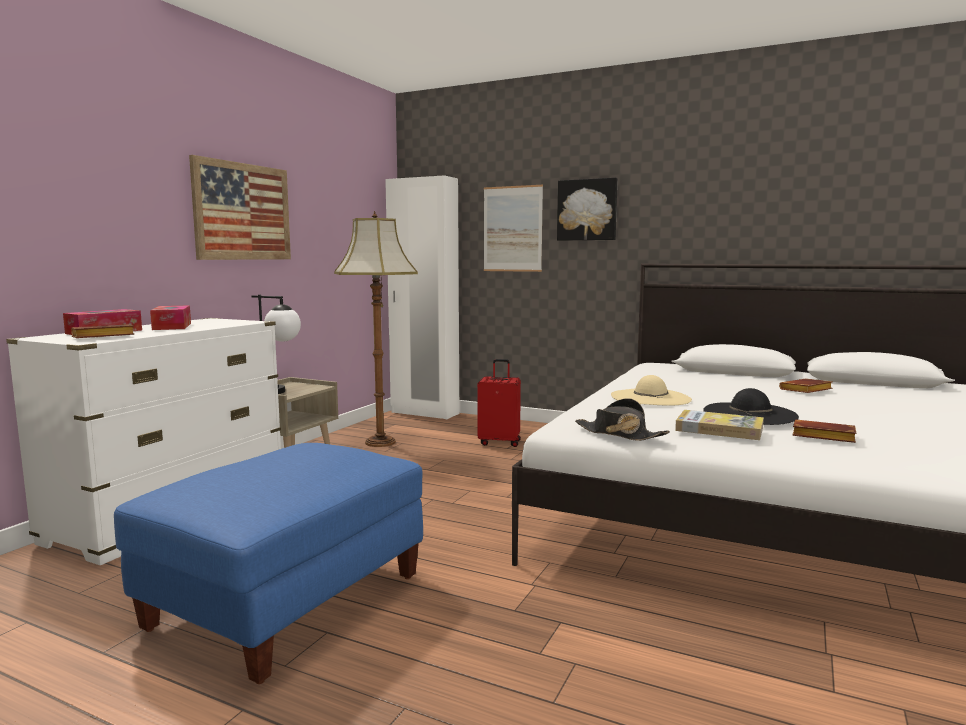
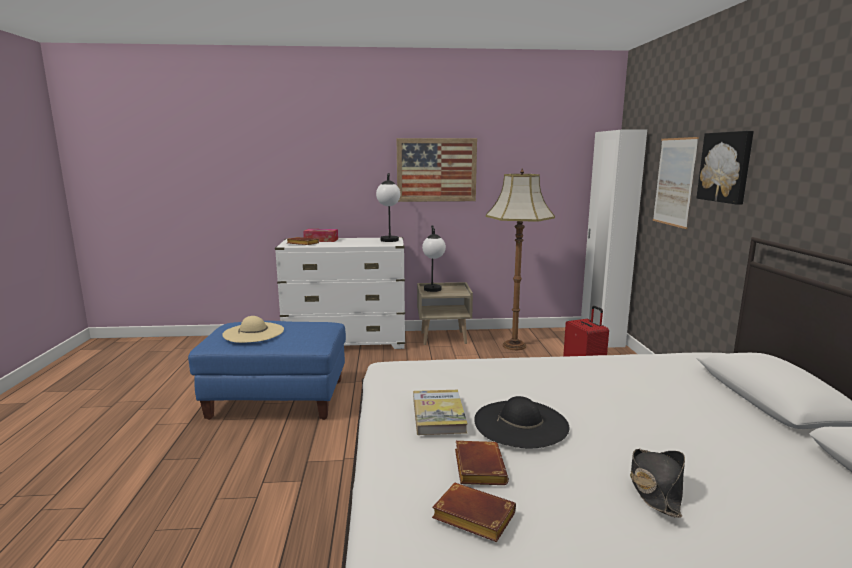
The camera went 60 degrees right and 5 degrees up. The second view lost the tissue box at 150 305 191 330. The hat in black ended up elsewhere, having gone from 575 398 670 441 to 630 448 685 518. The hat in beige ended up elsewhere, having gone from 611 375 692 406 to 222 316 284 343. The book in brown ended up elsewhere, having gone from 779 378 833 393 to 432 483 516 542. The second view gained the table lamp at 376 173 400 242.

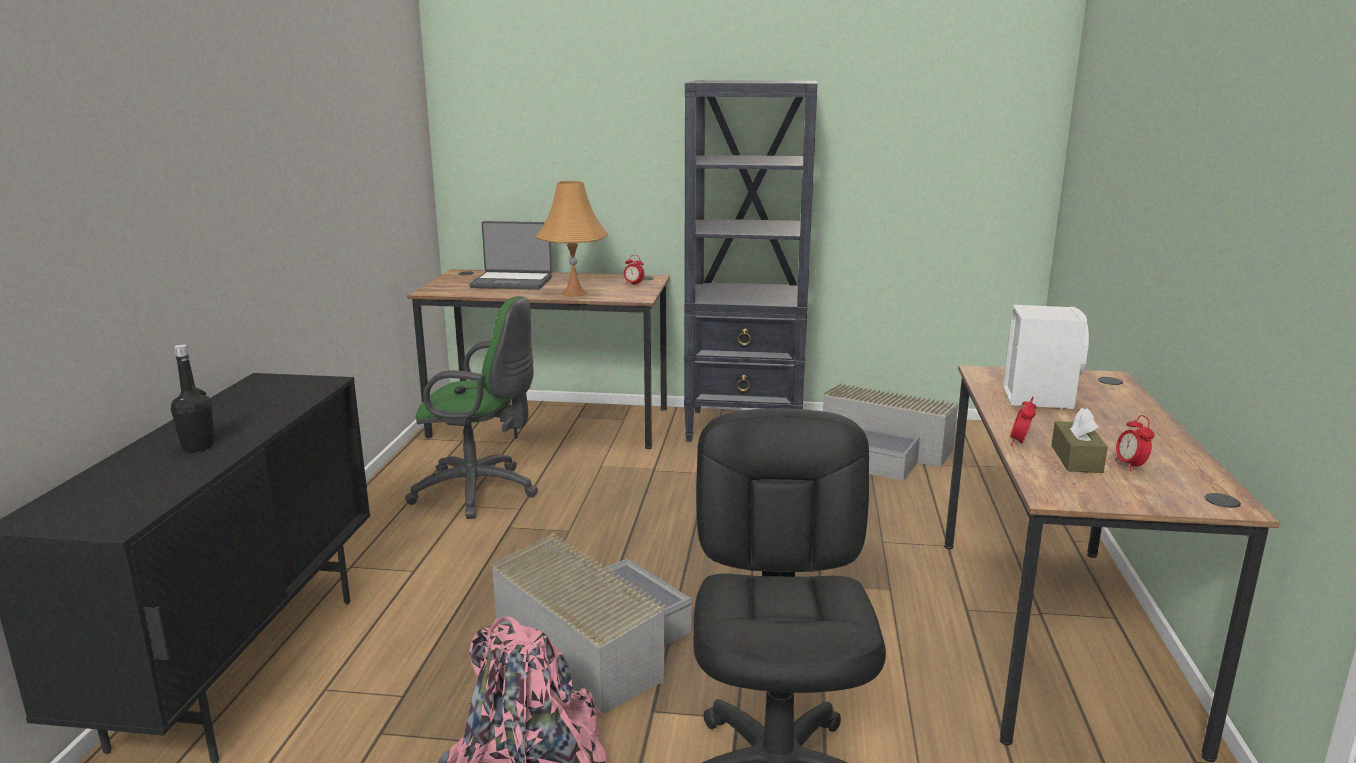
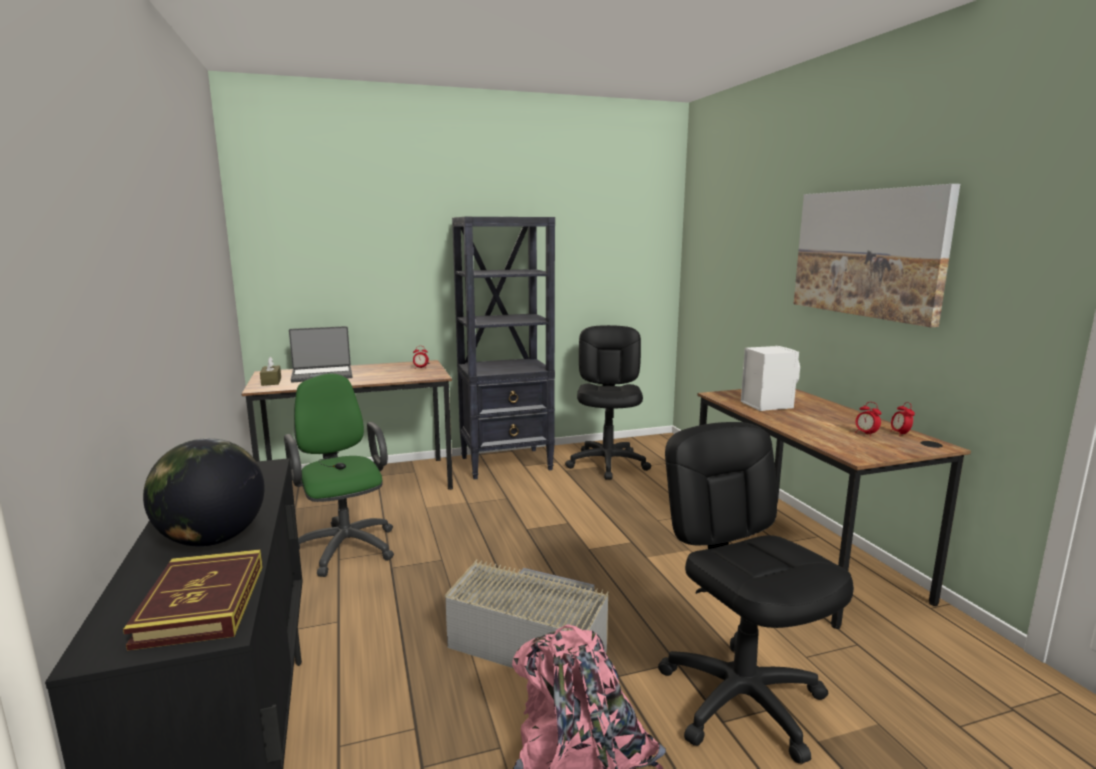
The camera went 25 degrees left and 5 degrees down. Where the bottle in black stood at 171 344 215 452, the globe came to stand at 143 438 265 546. The office chair in green at 405 296 538 519 ended up facing another way, 105 degrees counterclockwise from before. The second view lost the table lamp in orange at 536 181 608 297. Where the storage box in grey stood at 823 383 958 481, the office chair in black came to stand at 565 325 651 480. The alarm clock ended up elsewhere, having gone from 1010 396 1036 446 to 891 402 915 434. The tissue box in brown ended up elsewhere, having gone from 1051 408 1108 473 to 260 356 281 386. The second view gained the book at 123 550 263 651. The second view gained the picture at 794 184 960 327.

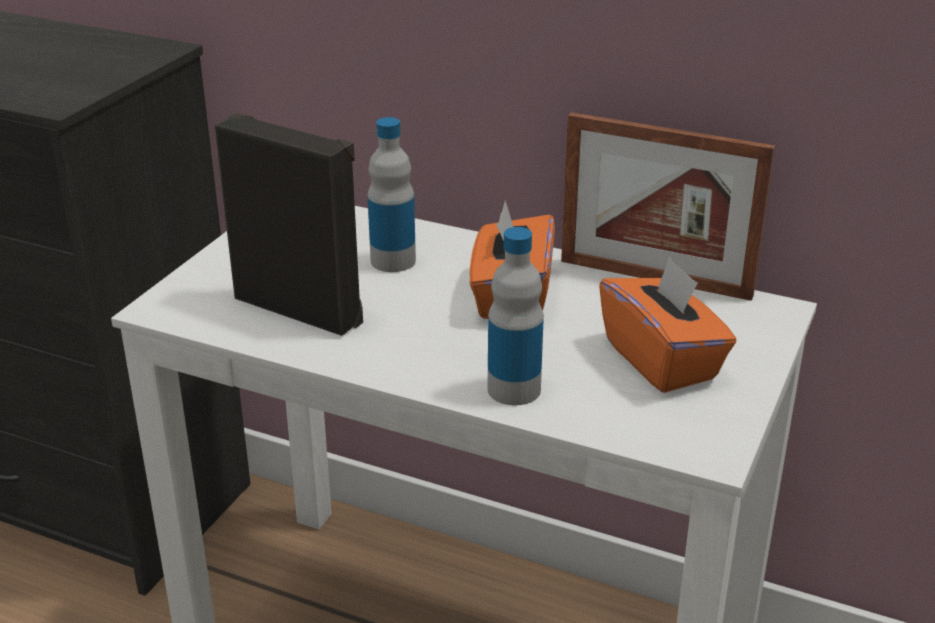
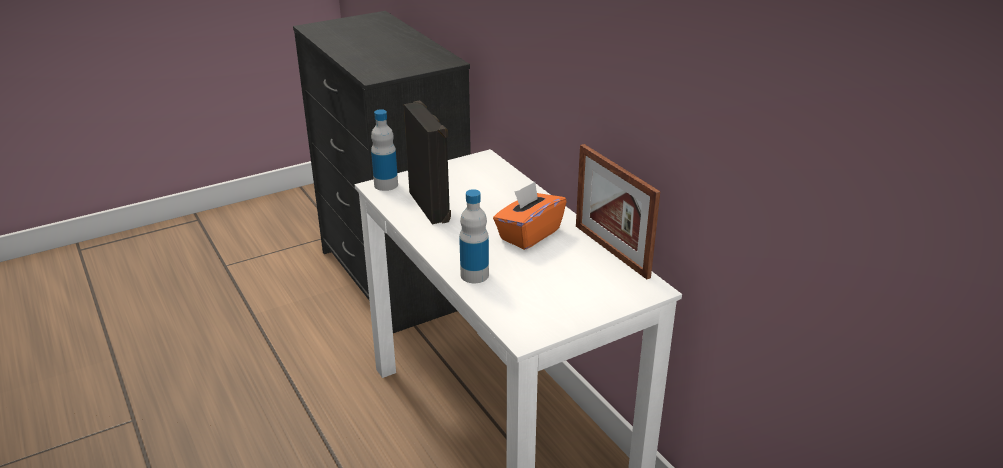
The camera went 35 degrees right and 0 degrees up. The bottle ended up elsewhere, having gone from 367 117 416 272 to 371 109 398 191. The second view lost the tissue box in orange at 599 257 737 393.

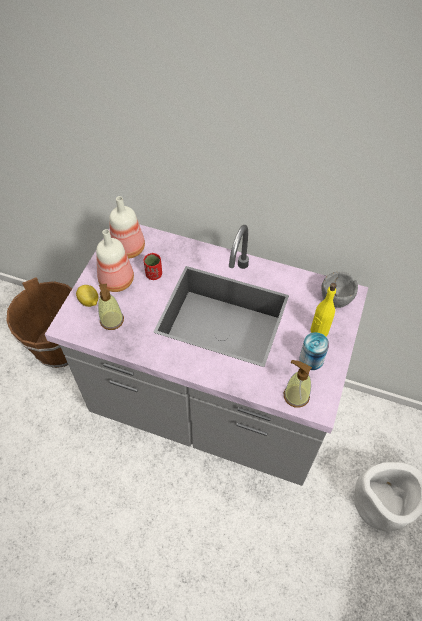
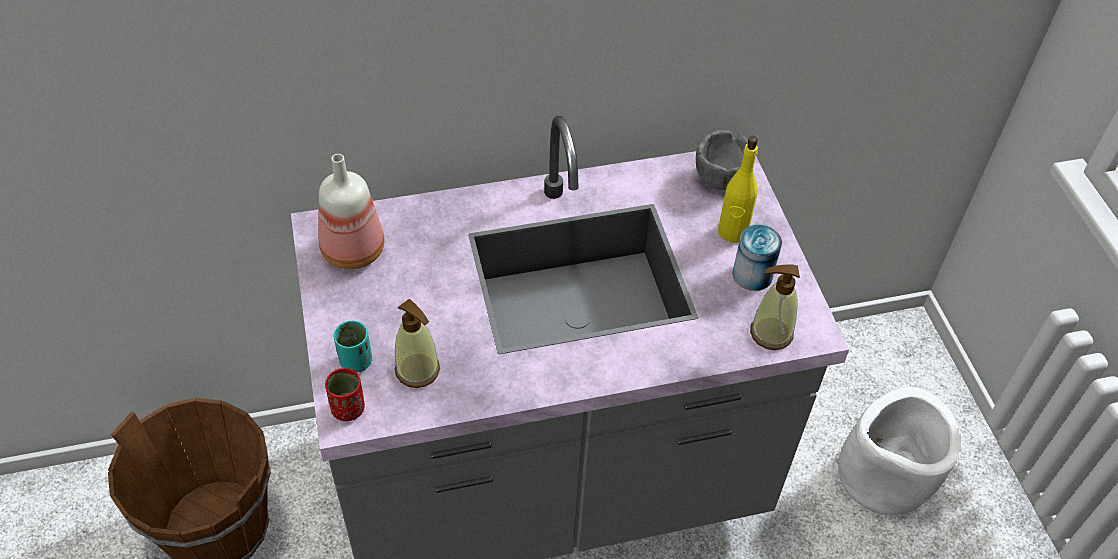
The camera went 35 degrees left and 5 degrees down. Where the lemon stood at 76 285 98 307, the cup in turquoise came to stand at 334 321 372 373. The second view lost the bottle at 96 229 134 292. The cup in red ended up elsewhere, having gone from 144 253 162 280 to 325 368 365 421.

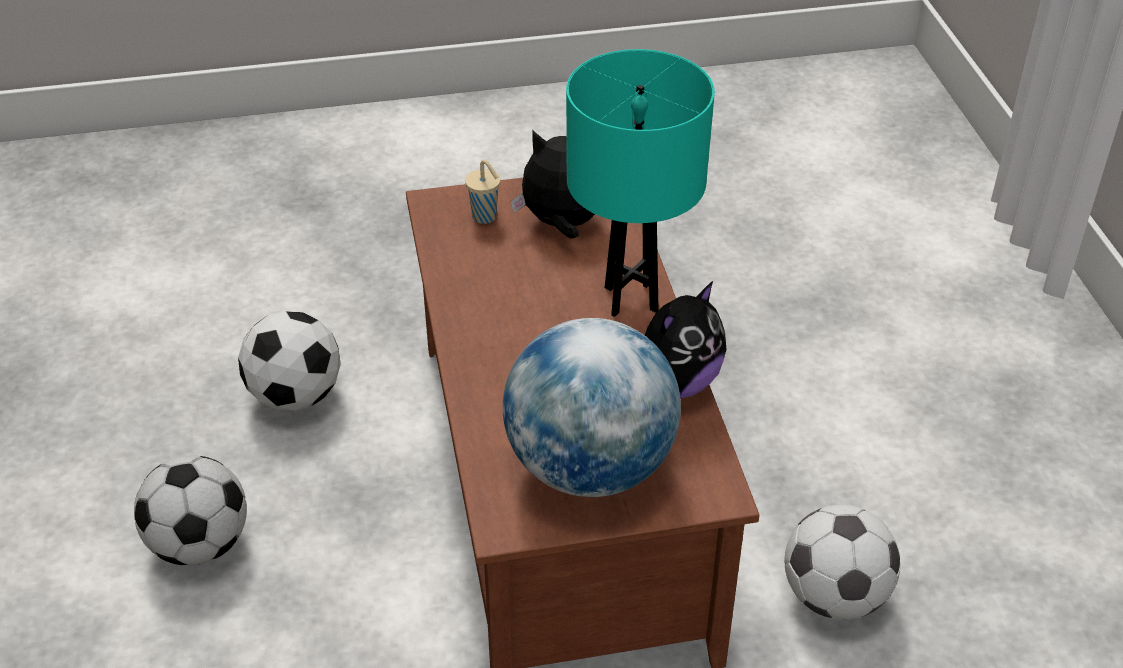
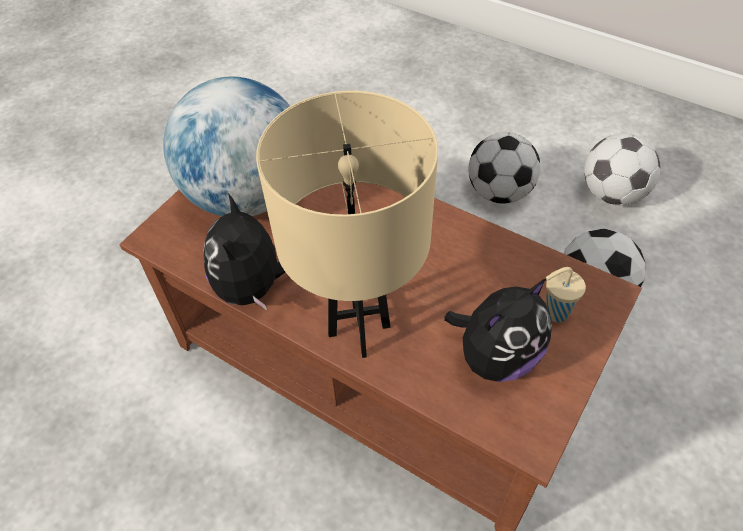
The camera went 135 degrees right and 10 degrees up. What was the table lamp in turquoise at 566 49 715 317 turned into the table lamp in beige at 256 91 438 358. The football ended up elsewhere, having gone from 784 505 901 620 to 584 133 660 205.

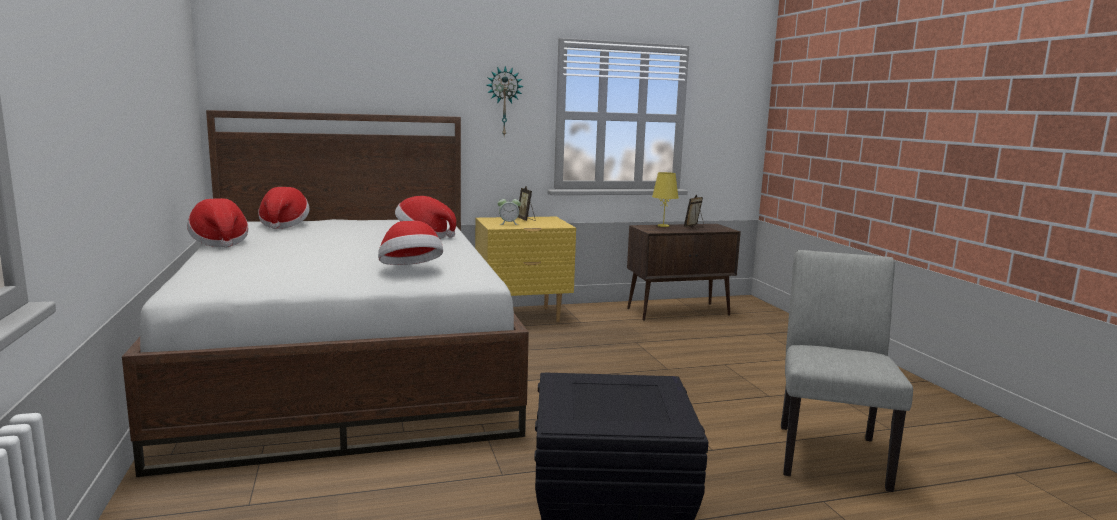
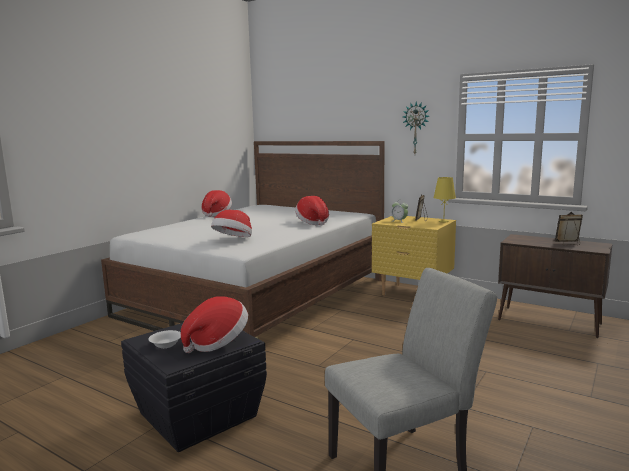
The camera went 50 degrees right and 0 degrees up. The hat ended up elsewhere, having gone from 258 187 310 229 to 181 296 248 353. The table lamp in yellow ended up elsewhere, having gone from 652 172 679 227 to 433 177 456 222. The second view gained the bowl in white at 149 330 181 348.

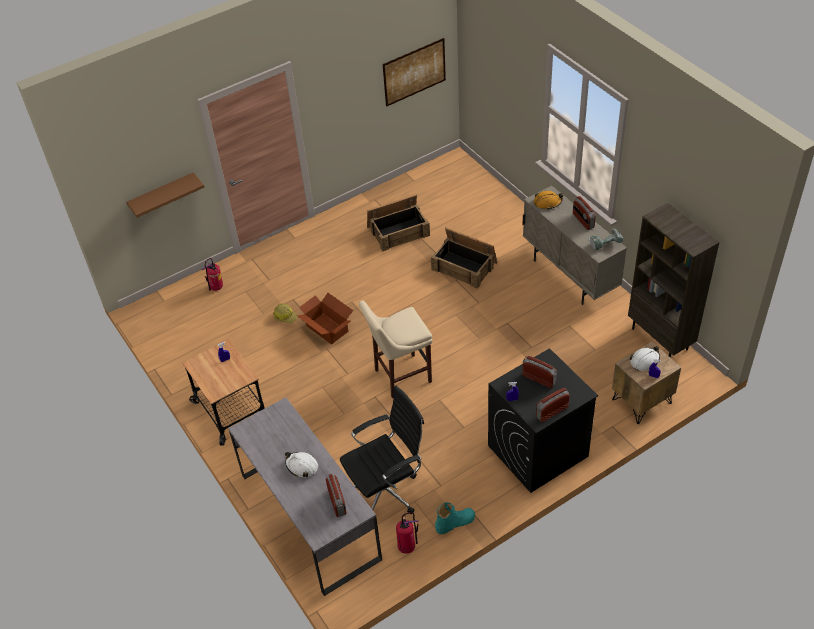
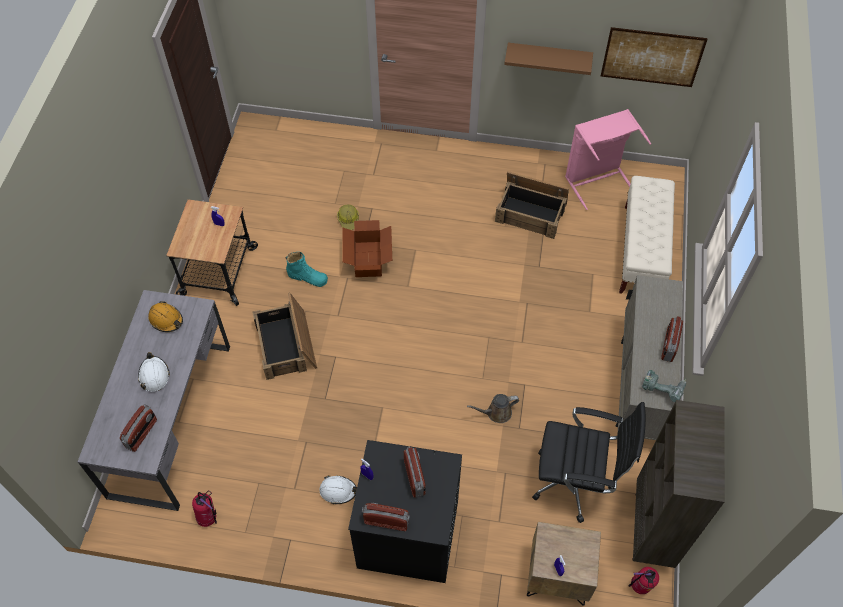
The camera went 40 degrees right and 10 degrees up. The shelf in brown ended up elsewhere, having gone from 126 173 205 218 to 504 43 593 75. The fire extinguisher ended up elsewhere, having gone from 202 258 223 291 to 628 567 659 594. The office chair in black ended up elsewhere, having gone from 340 386 424 514 to 532 402 646 523. The second view lost the stool in beige at 359 300 432 398. The crate ended up elsewhere, having gone from 431 228 497 289 to 252 293 317 380. The boot in turquoise ended up elsewhere, having gone from 435 502 475 534 to 286 252 328 287. The hard hat in orange ended up elsewhere, having gone from 534 191 563 210 to 148 301 183 332. The hard hat in white ended up elsewhere, having gone from 629 346 660 371 to 319 475 357 504. The second view gained the watering can in brown at 467 394 519 423. The second view gained the laundry basket in pink at 565 109 651 210. The second view gained the bench in beige at 619 176 675 294.

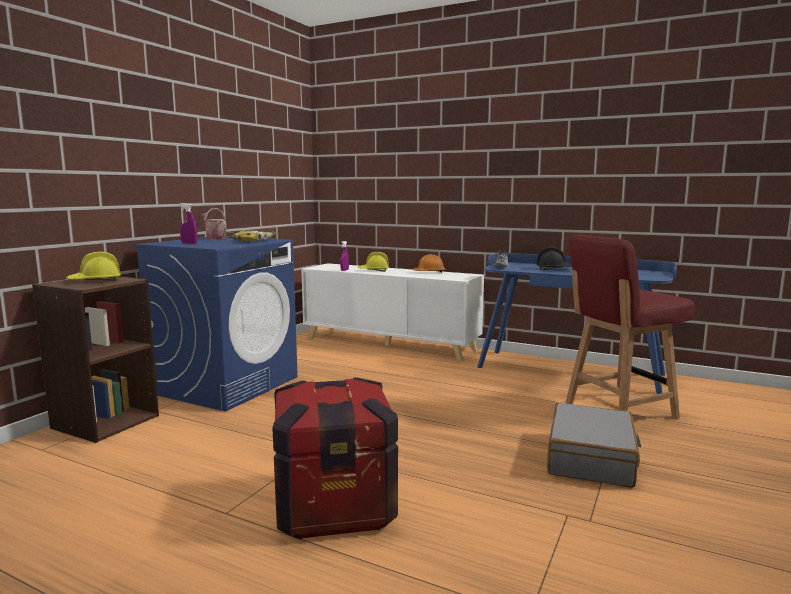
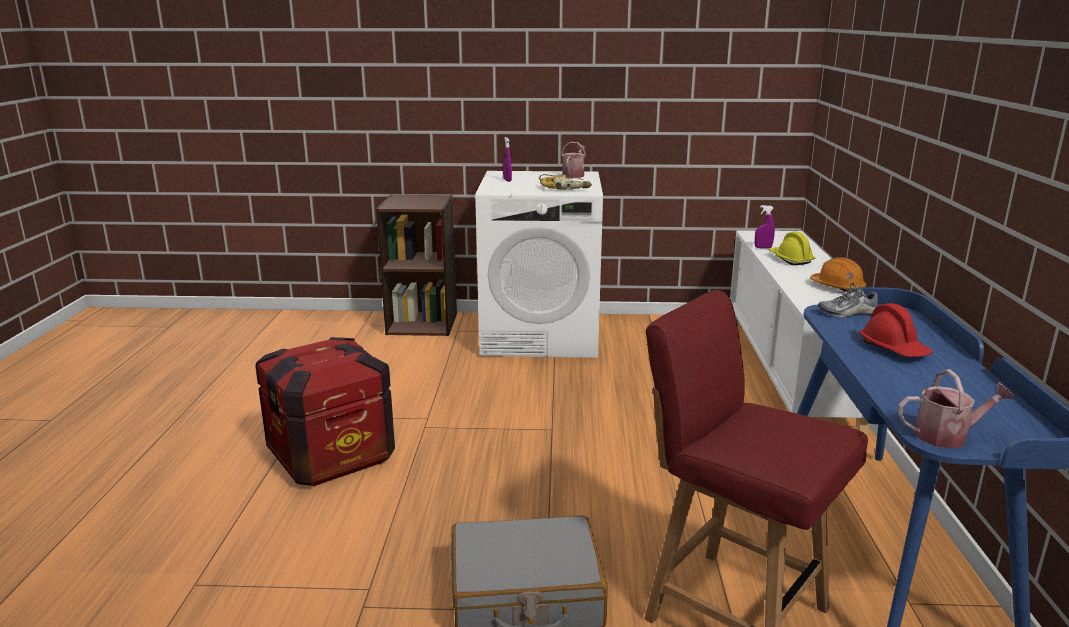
The camera went 65 degrees right and 10 degrees up. The second view lost the hard hat in yellow at 66 251 121 281. What was the washing machine in blue at 134 237 298 412 turned into the washing machine in white at 475 171 603 358. What was the hard hat in black at 536 247 572 270 turned into the hard hat in red at 859 303 933 357. The second view gained the watering can at 898 369 1016 448.

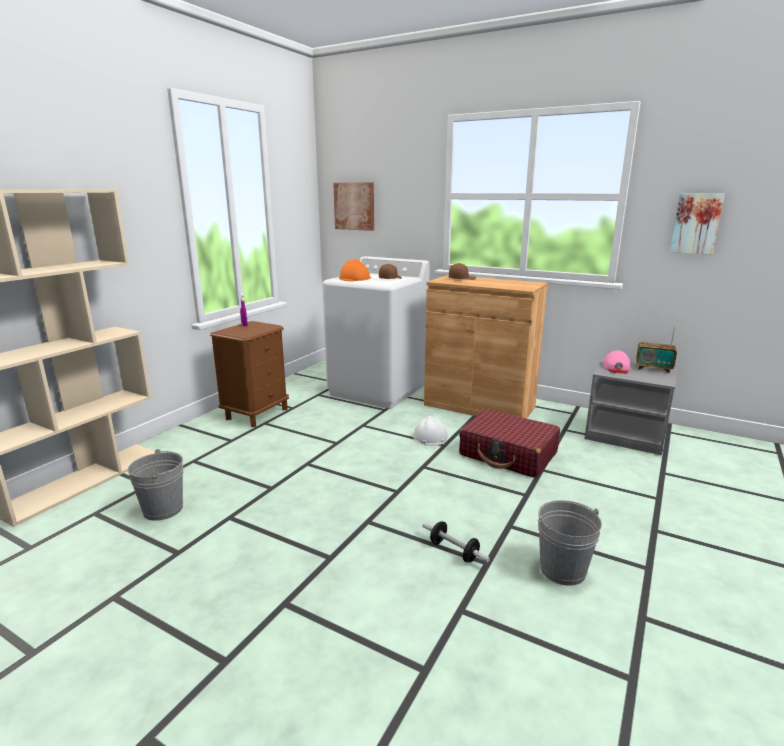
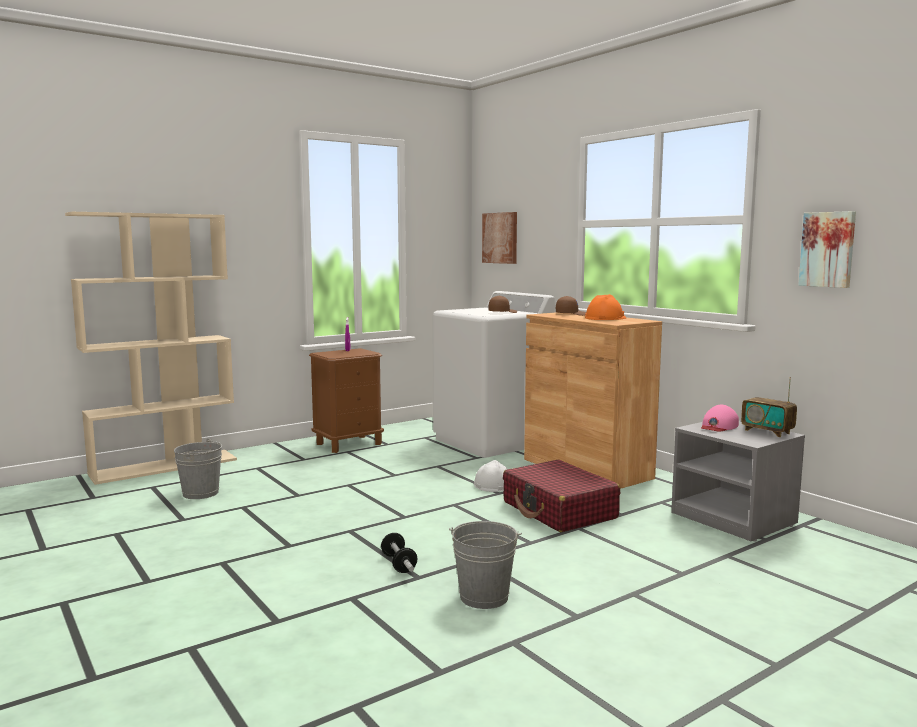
The camera went 25 degrees right and 10 degrees down. The hard hat in orange ended up elsewhere, having gone from 339 259 371 281 to 585 294 626 320.

